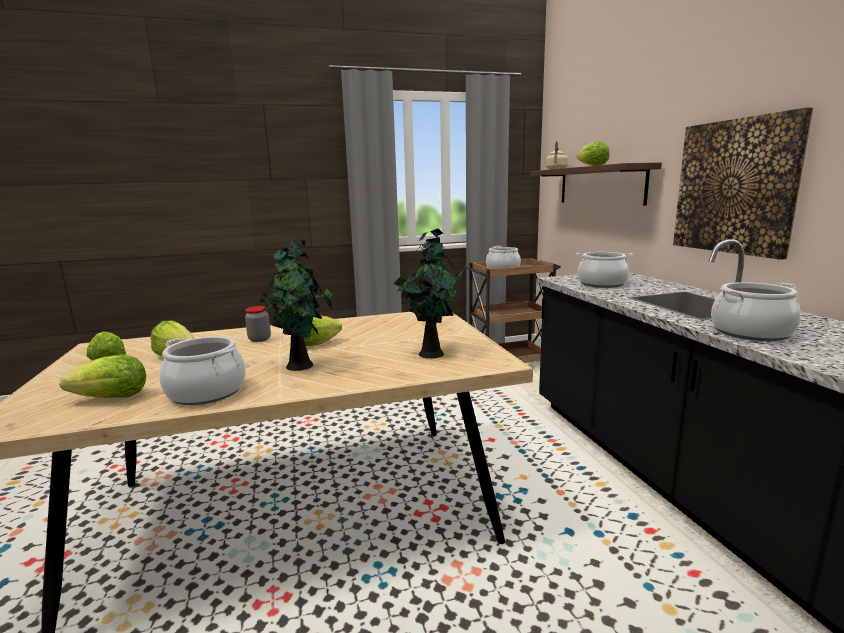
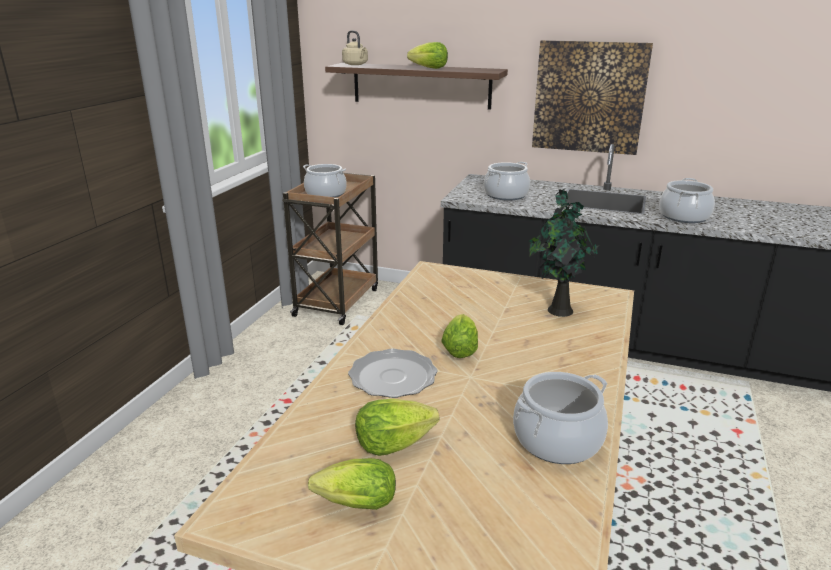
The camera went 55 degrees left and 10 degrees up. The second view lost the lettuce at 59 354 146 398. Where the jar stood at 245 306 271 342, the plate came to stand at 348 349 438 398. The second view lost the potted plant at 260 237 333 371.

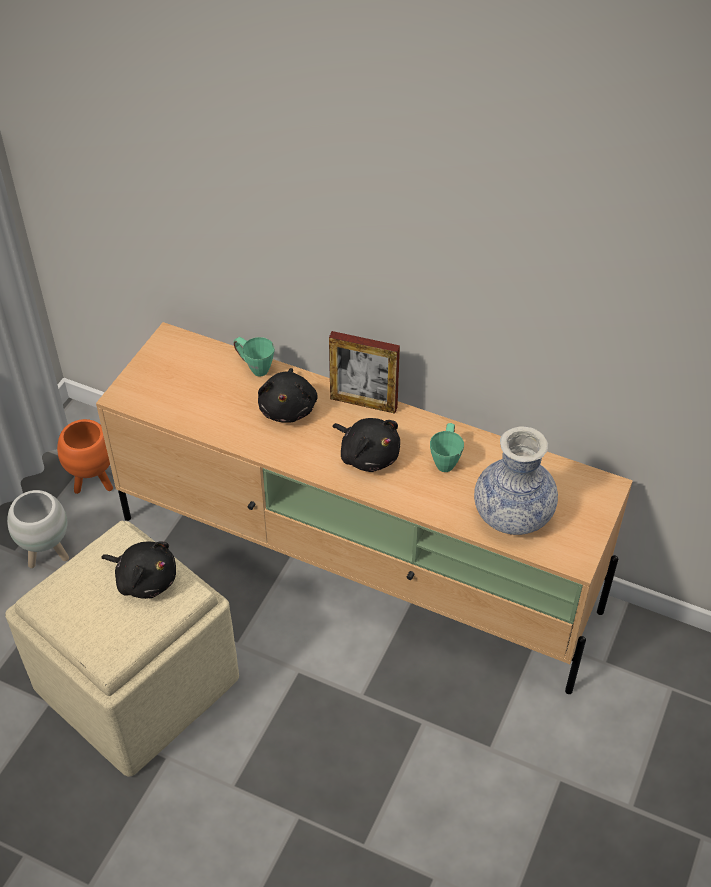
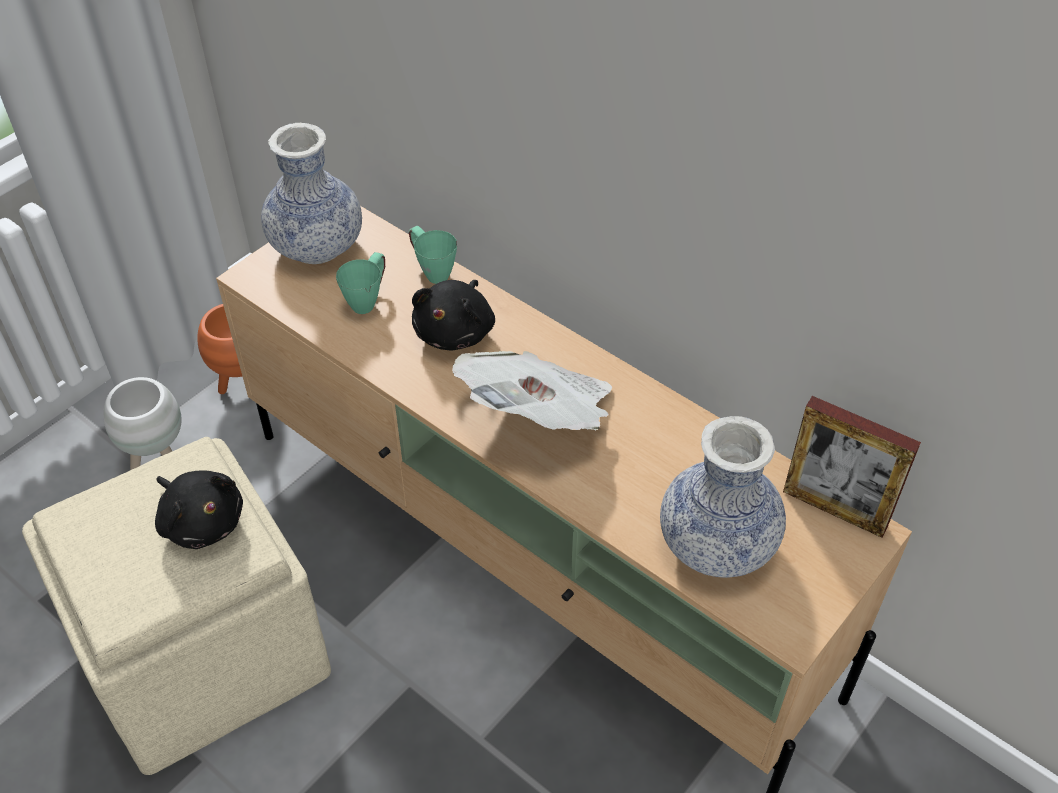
The camera went 15 degrees right and 0 degrees up. The picture frame ended up elsewhere, having gone from 329 331 400 414 to 783 396 921 538. Where the plush toy in black stood at 333 418 400 472, the newspaper came to stand at 452 351 612 430. The mug in green ended up elsewhere, having gone from 430 423 464 472 to 336 252 385 314. The second view gained the vase at 261 123 362 264.

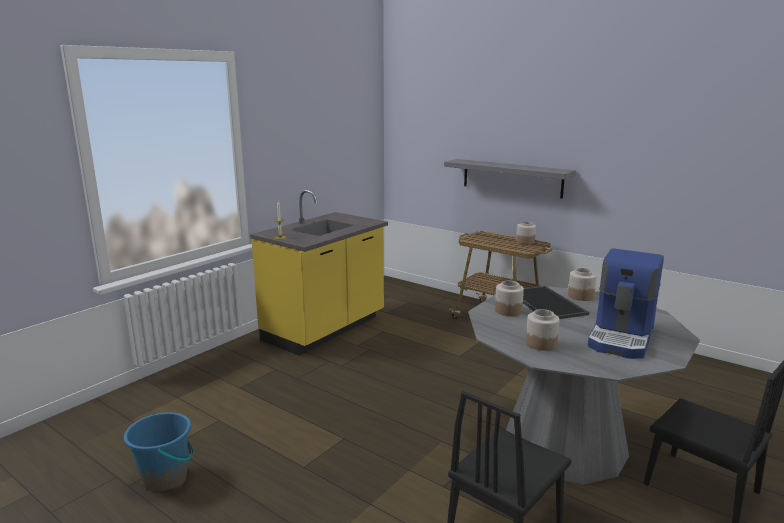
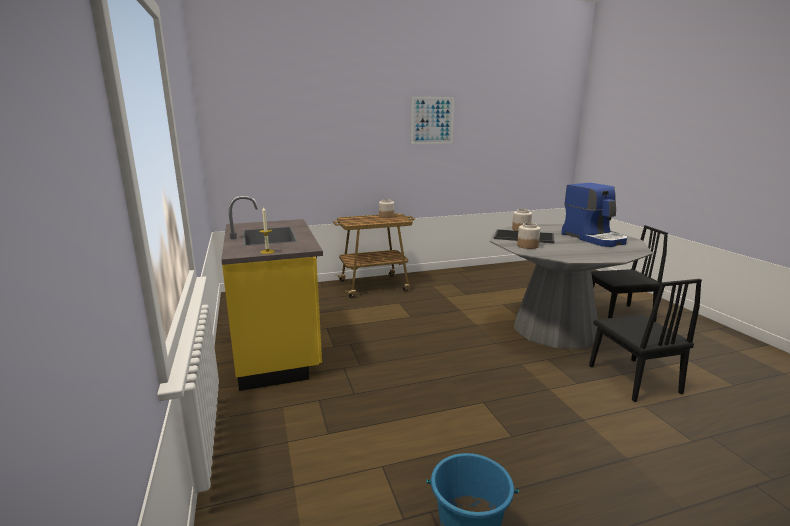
The camera went 55 degrees left and 0 degrees up. The second view lost the shelf in grey at 444 159 576 199. The second view lost the jar at 526 309 560 351. The second view gained the picture at 411 97 454 144.

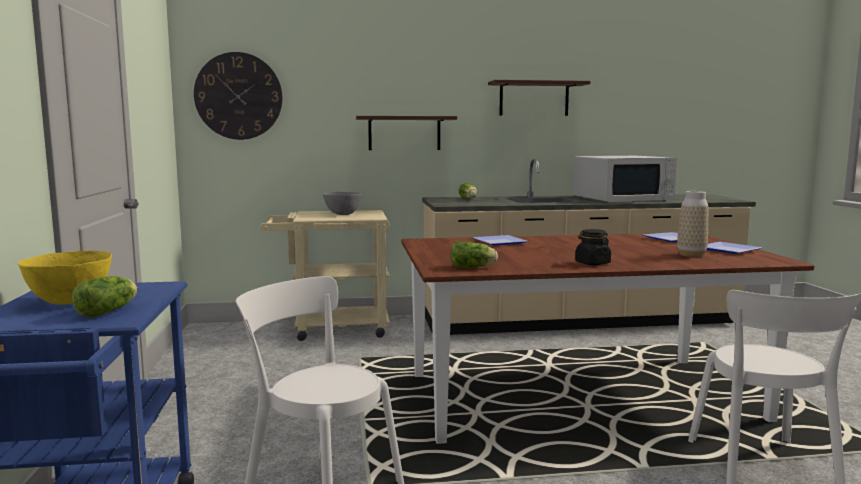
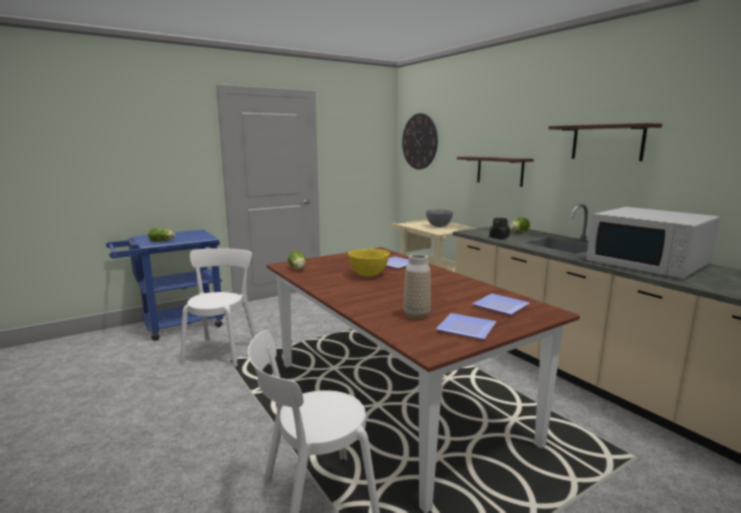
The camera went 65 degrees right and 5 degrees up. The bowl in yellow ended up elsewhere, having gone from 18 251 112 305 to 348 249 390 277. The jar in black ended up elsewhere, having gone from 575 229 611 265 to 489 218 510 239.

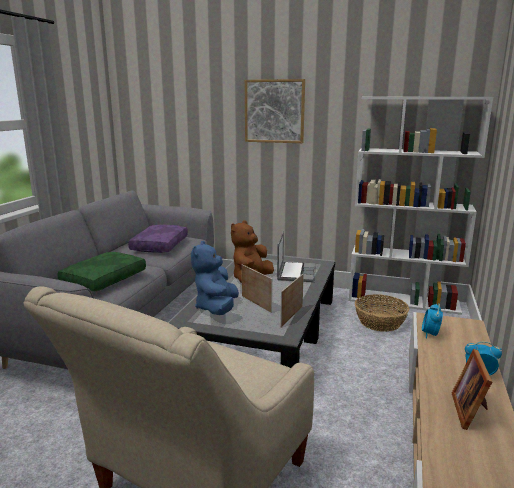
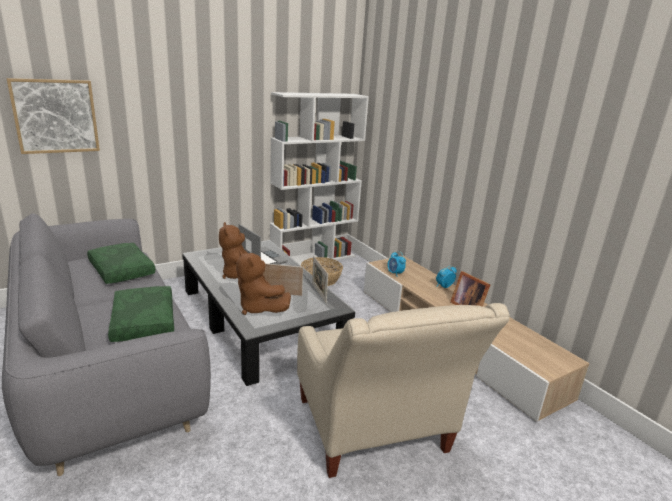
The camera went 50 degrees left and 5 degrees up. What was the pillow in purple at 128 225 188 253 turned into the pillow in green at 87 243 155 284. What was the plush toy in blue at 191 241 239 315 turned into the plush toy in brown at 236 251 291 315. The picture ended up elsewhere, having gone from 245 79 305 143 to 7 78 100 154.

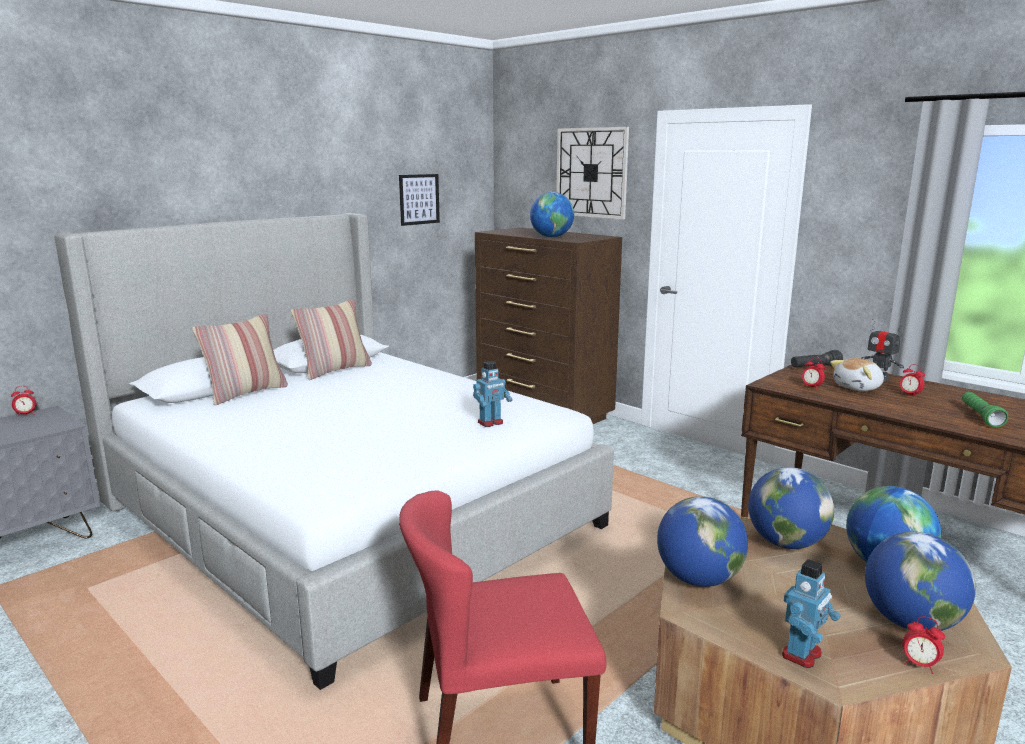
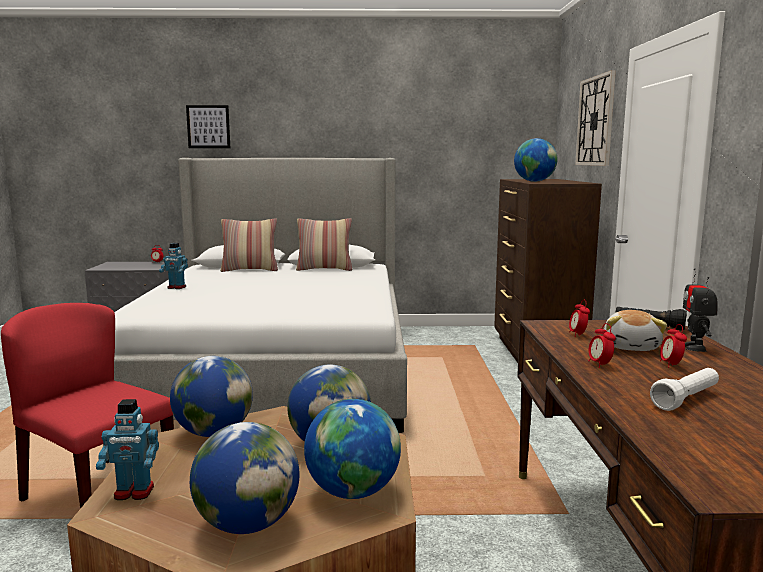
The camera went 45 degrees right and 5 degrees down. The picture ended up elsewhere, having gone from 399 174 440 226 to 186 105 230 148. The toy robot ended up elsewhere, having gone from 473 361 512 427 to 159 243 188 289. The plush toy at 830 358 884 391 ended up facing another way, 90 degrees counterclockwise from before. The alarm clock ended up elsewhere, having gone from 903 616 945 674 to 589 323 616 368. What was the flashlight in green at 962 392 1008 428 turned into the flashlight in white at 650 368 719 411.

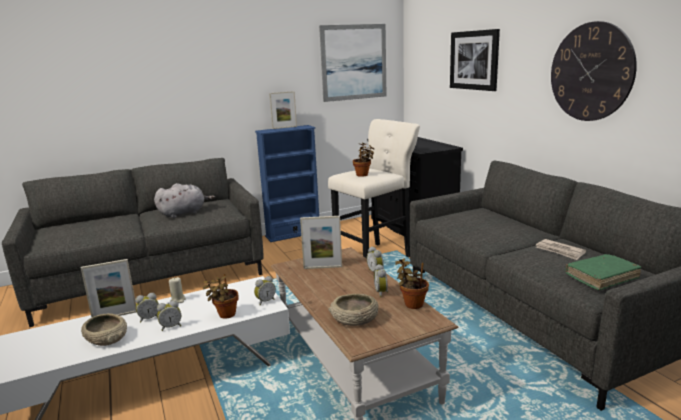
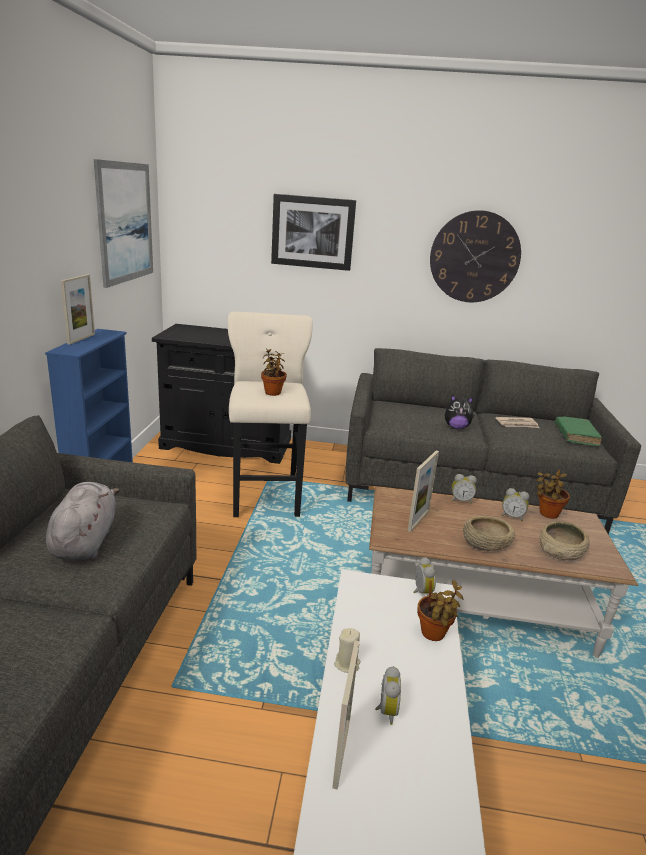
The camera went 60 degrees left and 5 degrees up. The bowl in beige ended up elsewhere, having gone from 81 313 127 346 to 463 516 515 551. The second view lost the alarm clock at 157 300 182 331. The second view gained the plush toy at 445 395 474 429.

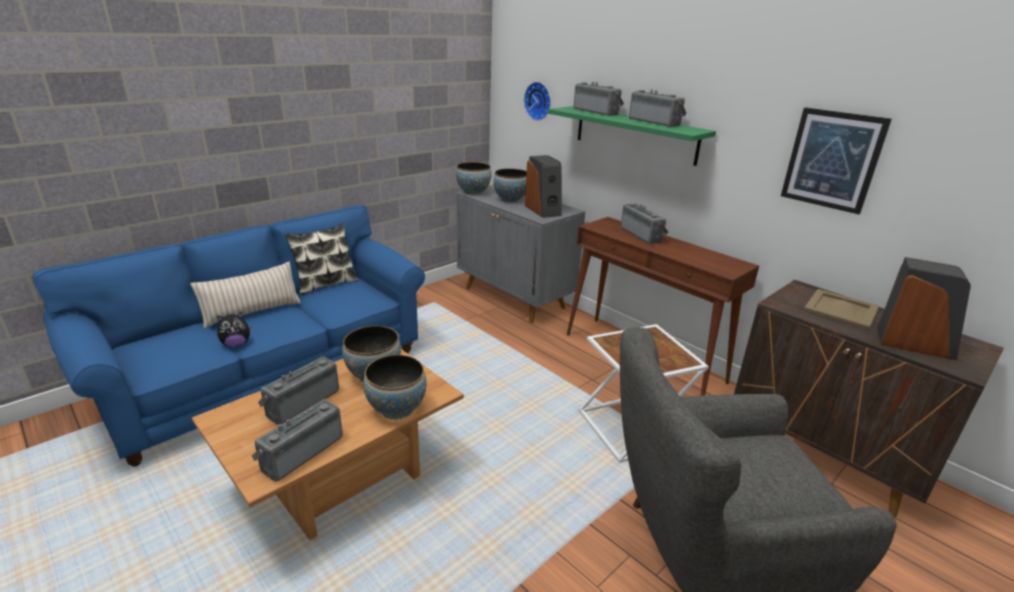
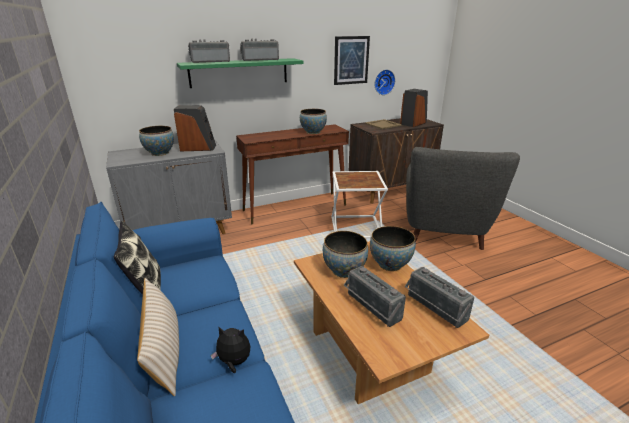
The camera went 70 degrees left and 0 degrees up. The plush toy at 217 311 252 347 ended up facing another way, 75 degrees counterclockwise from before. The bowl ended up elsewhere, having gone from 456 162 491 195 to 300 109 327 134. The wall clock ended up elsewhere, having gone from 524 82 551 121 to 374 69 395 95. The second view lost the radio at 621 203 668 244.

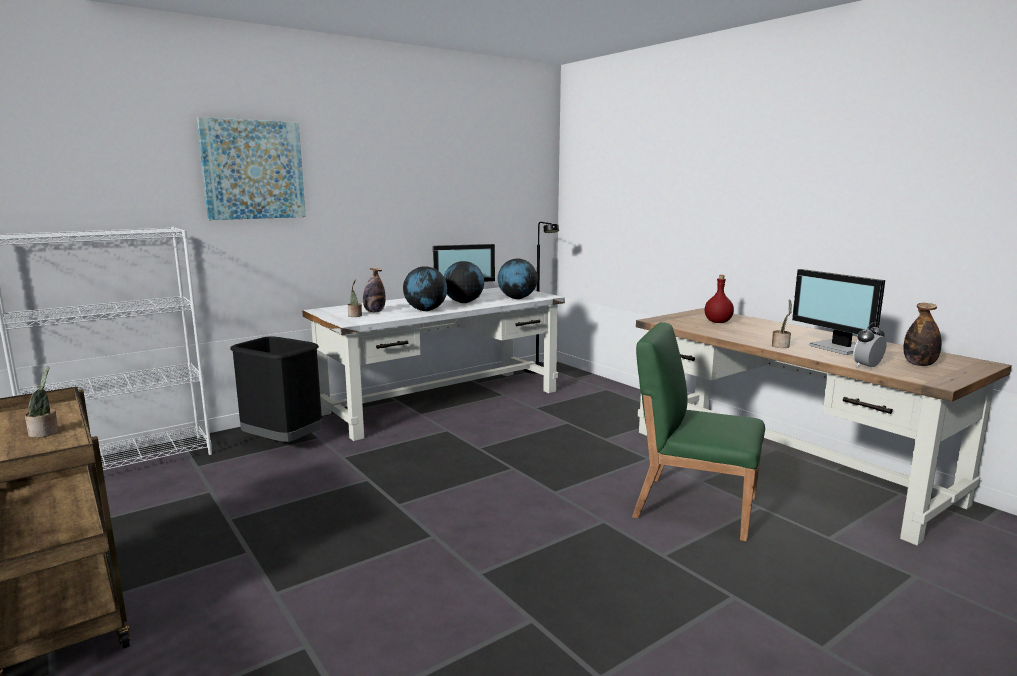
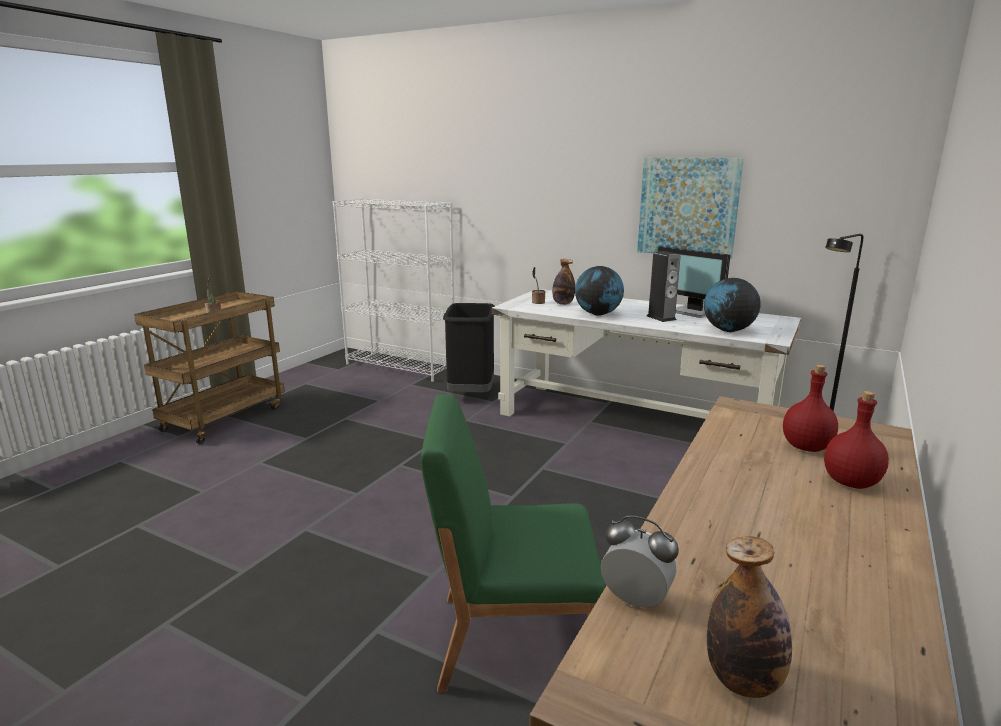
The camera went 65 degrees right and 5 degrees up. The picture ended up elsewhere, having gone from 197 117 306 220 to 637 157 744 259. Where the globe stood at 444 261 484 303, the speaker came to stand at 647 251 681 322. The chair in green at 632 322 765 542 ended up facing another way, 90 degrees counterclockwise from before. The second view lost the potted plant at 772 299 792 348. The second view lost the monitor at 792 269 885 355. The second view gained the bottle in red at 824 391 889 489.

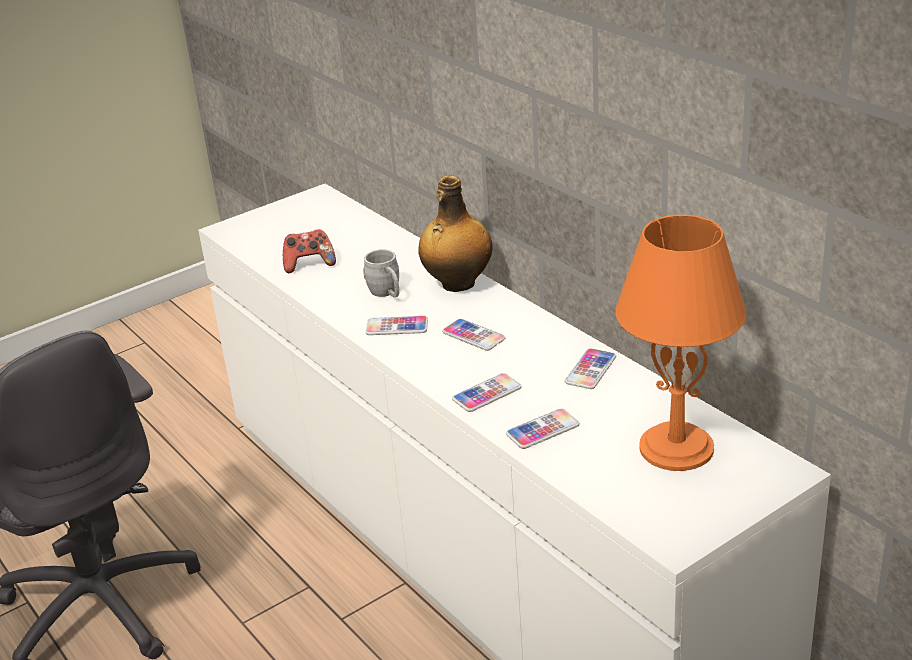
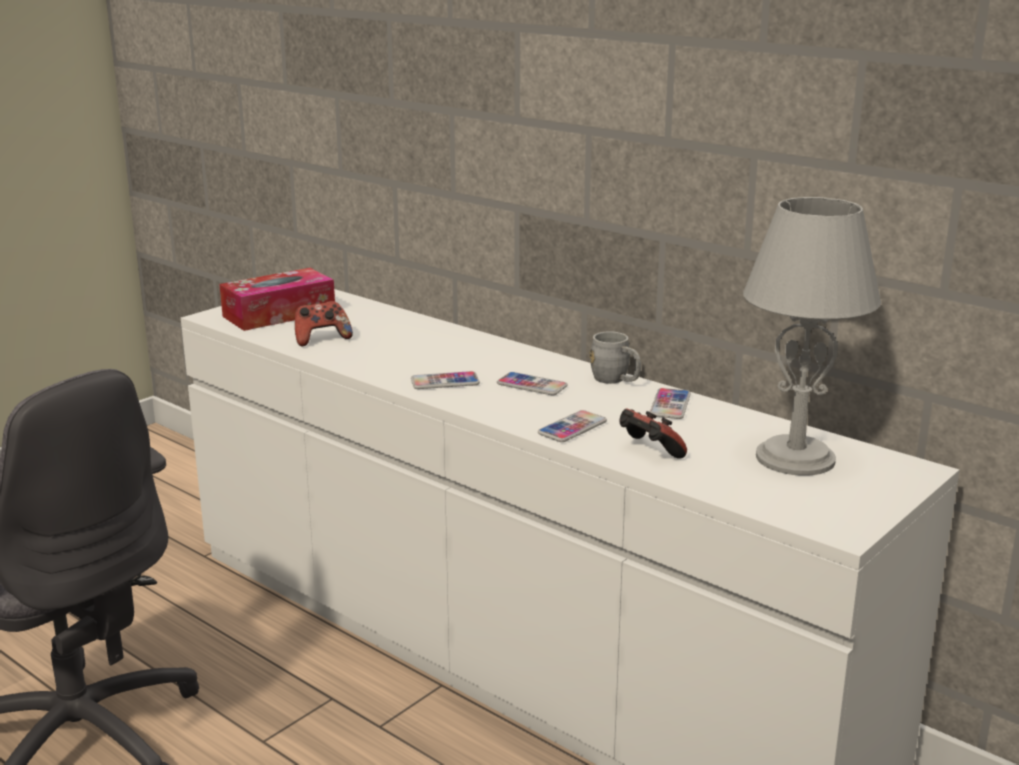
The camera went 15 degrees left and 10 degrees down. The mug in grey ended up elsewhere, having gone from 363 249 399 298 to 589 331 641 384. The second view lost the bottle at 418 176 492 292. Where the phone stood at 506 409 580 449, the game controller came to stand at 620 408 687 459. What was the table lamp in orange at 615 215 746 471 turned into the table lamp in grey at 743 197 881 476. The second view gained the tissue box at 219 268 335 331.

